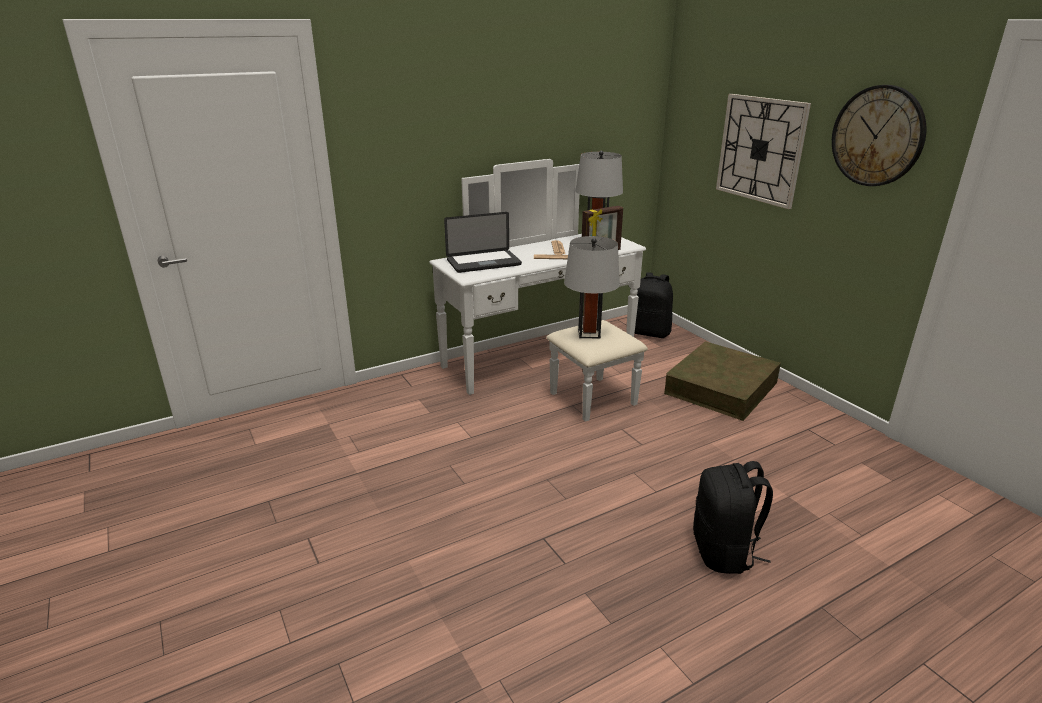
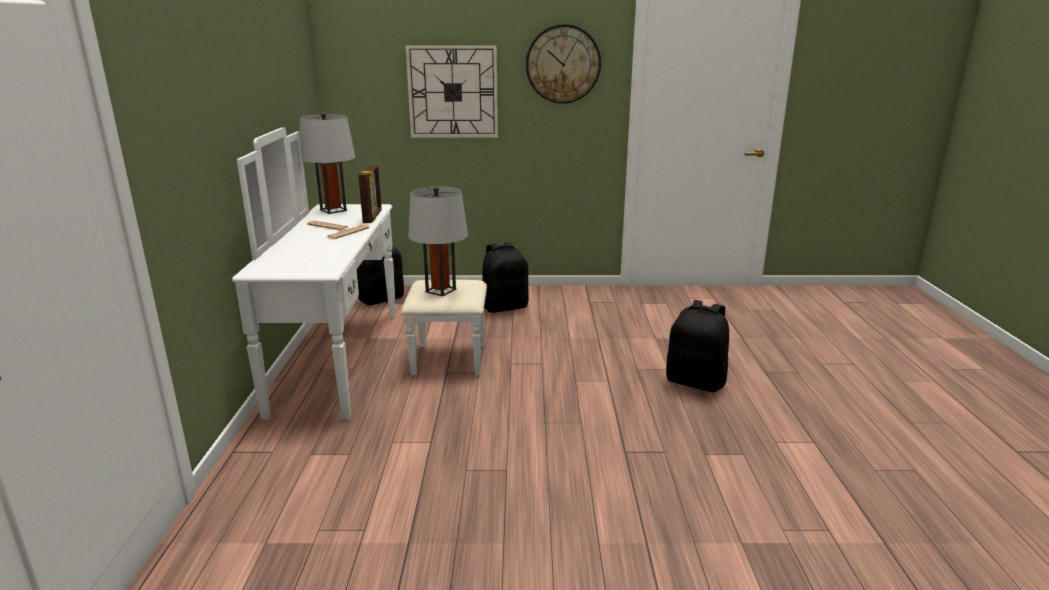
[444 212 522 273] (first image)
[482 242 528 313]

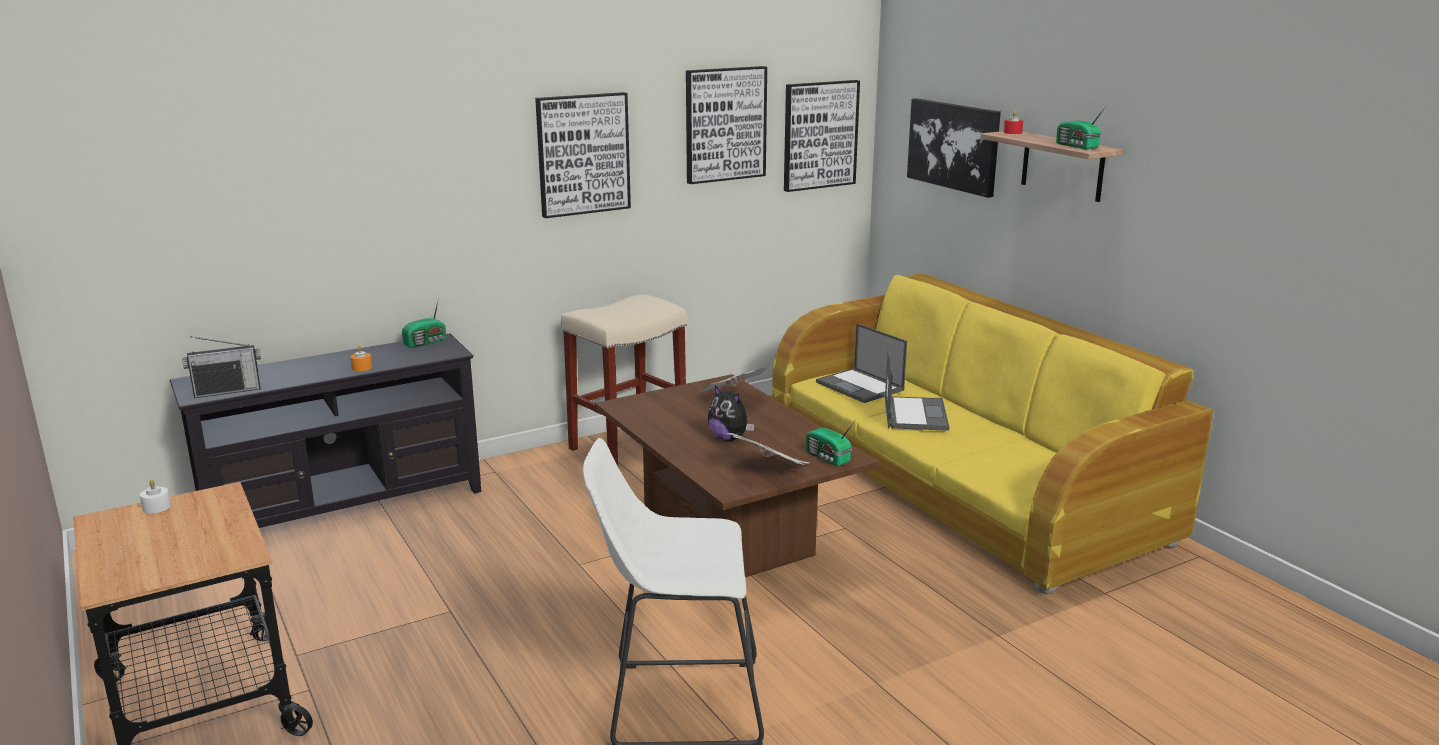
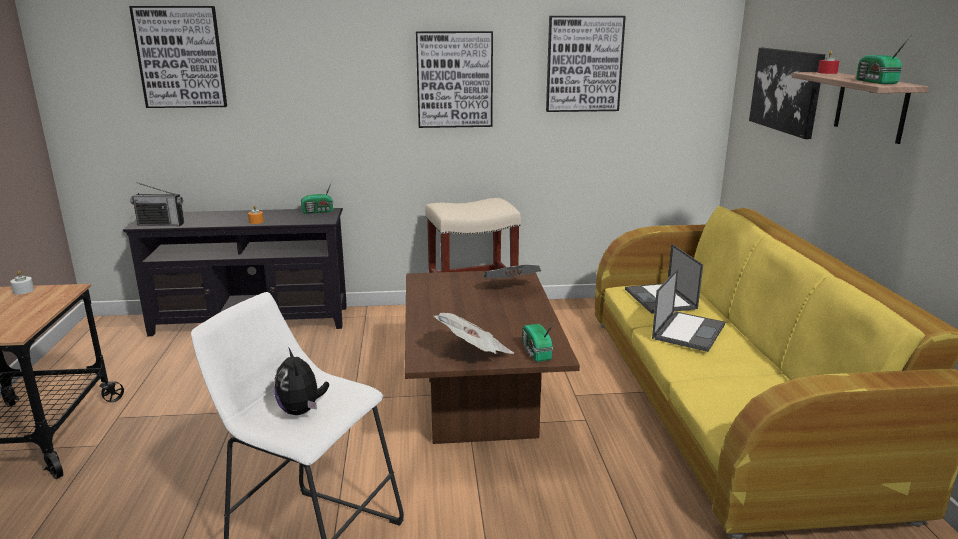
[274 347 329 415]
[129 6 227 108]

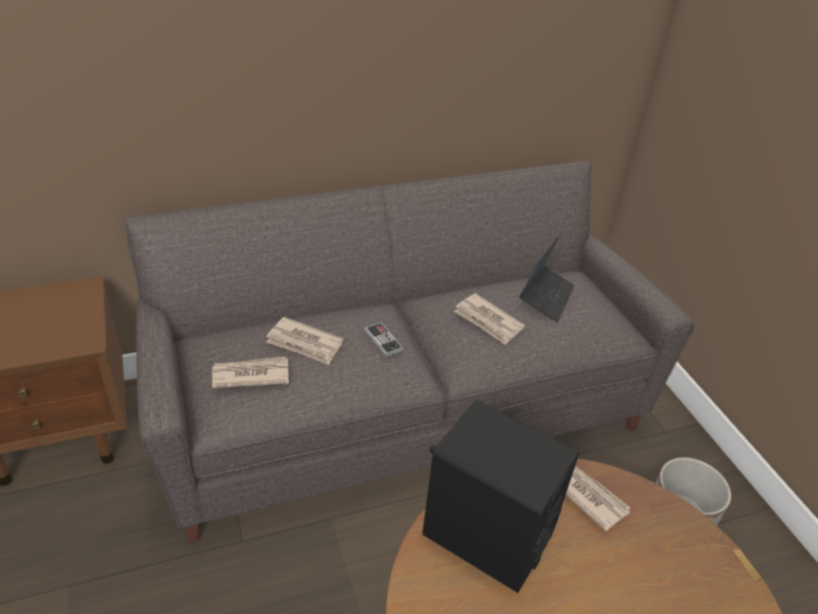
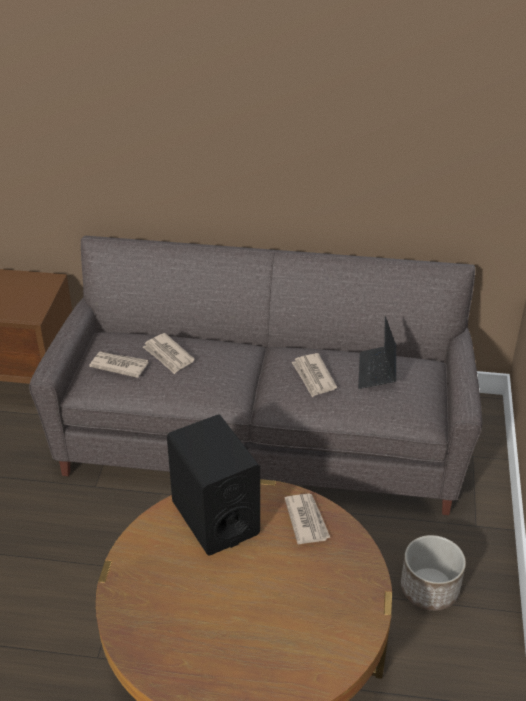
[364 322 403 357] (first image)
[358 316 396 389]

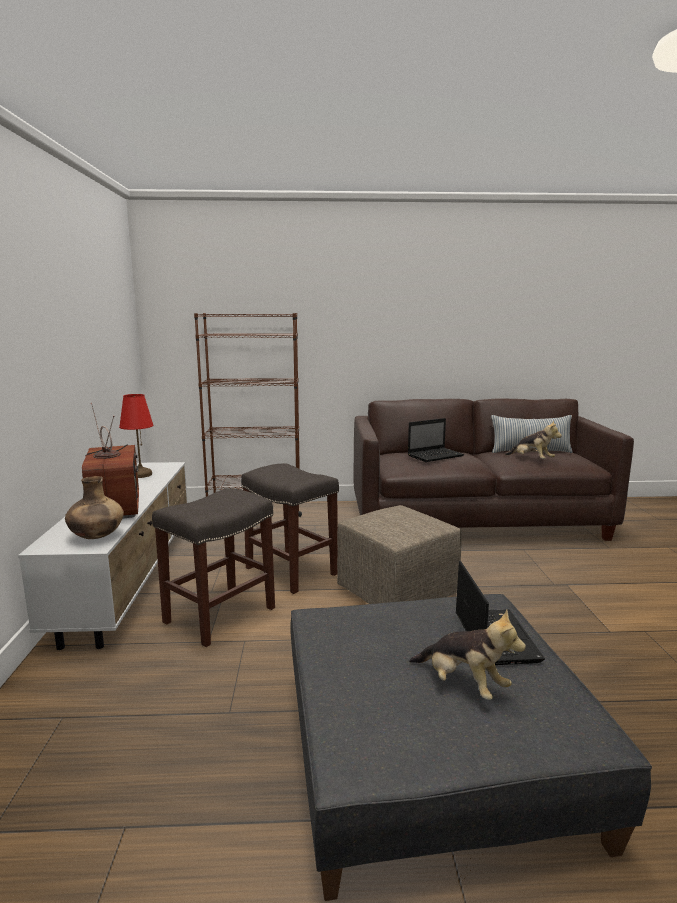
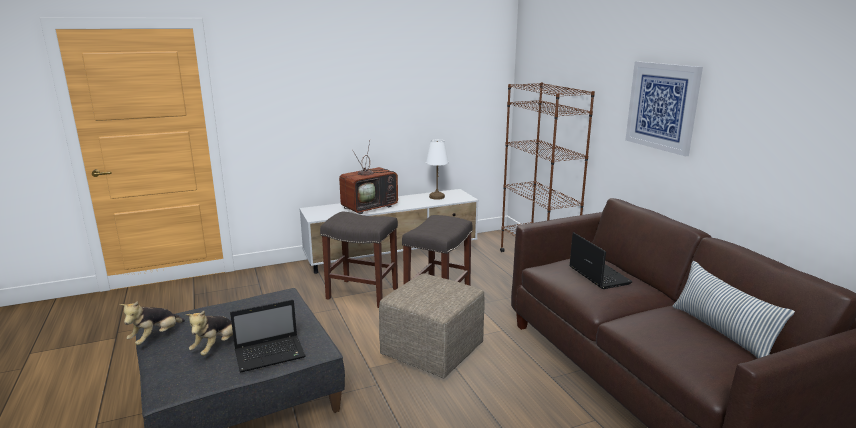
[65 476 124 539] (first image)
[426 139 449 200]
[569 232 633 289]
[120 301 185 345]
[625 61 703 156]

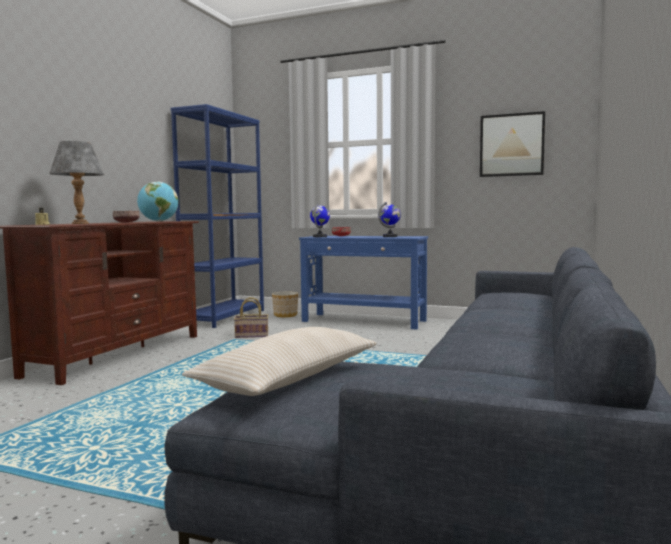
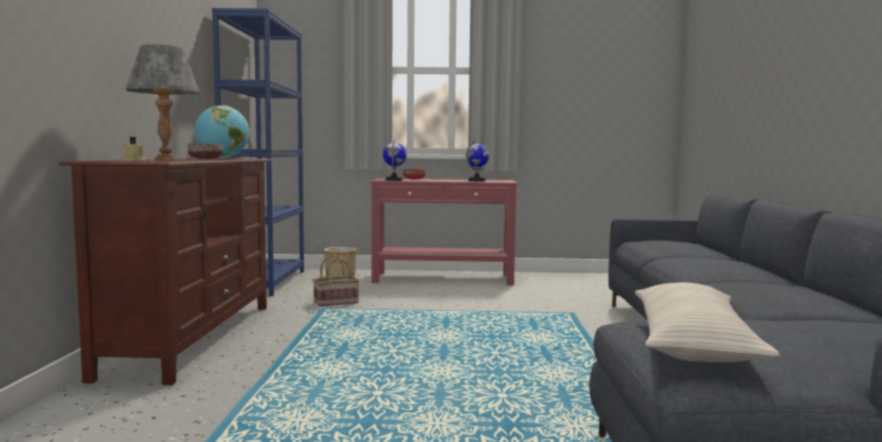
[370 179 518 285]
[480 111 545 177] (first image)

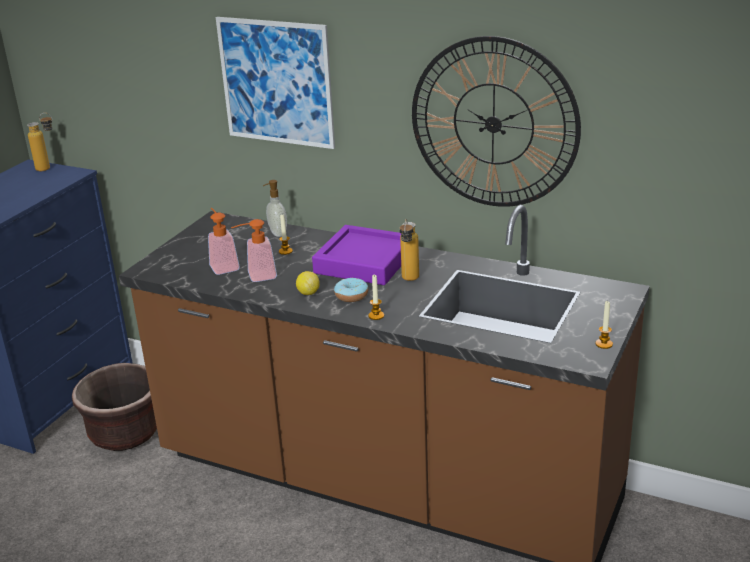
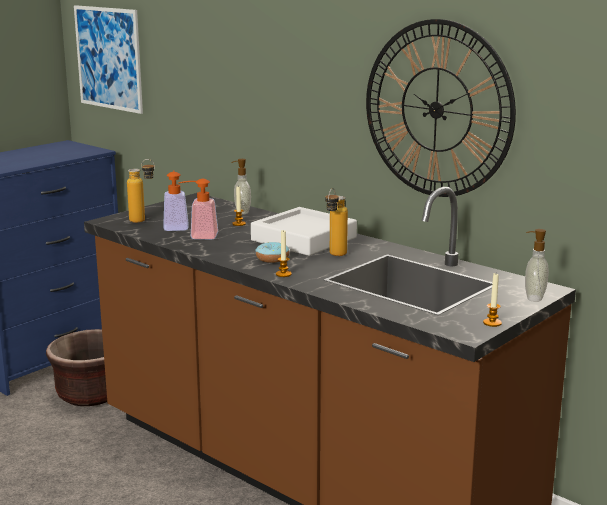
[127 159 155 223]
[74 5 143 114]
[296 271 320 295] (first image)
[251 207 357 256]
[525 229 549 302]

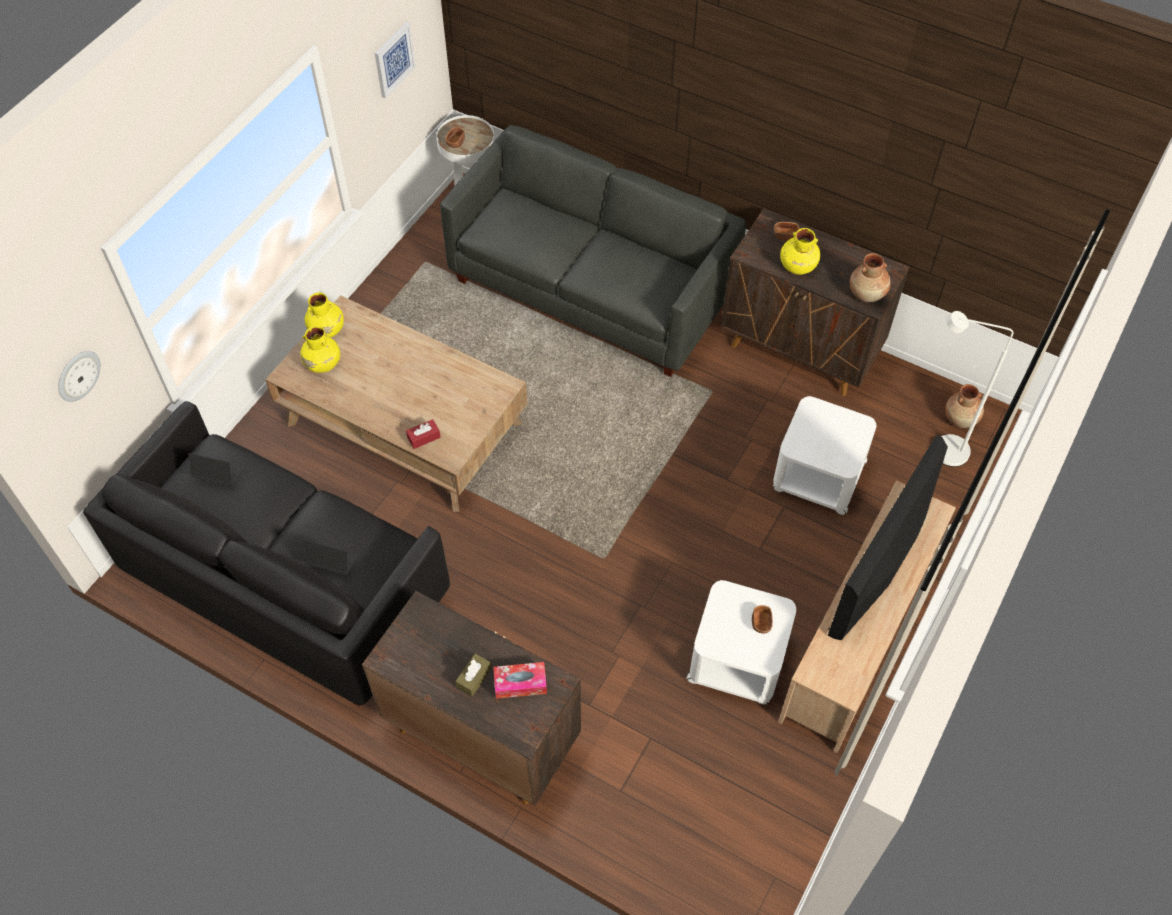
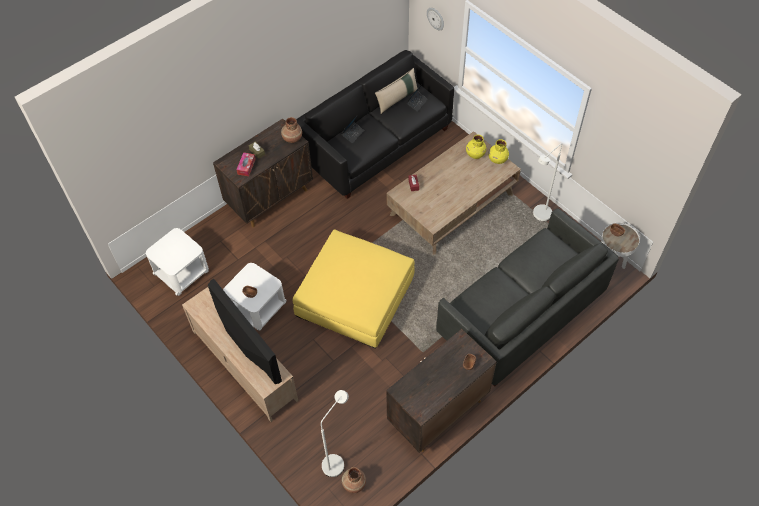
[375 22 416 99] (first image)
[146 228 209 296]
[780 228 820 275] (first image)
[281 117 302 143]
[293 229 415 349]
[375 68 418 114]
[533 143 562 221]

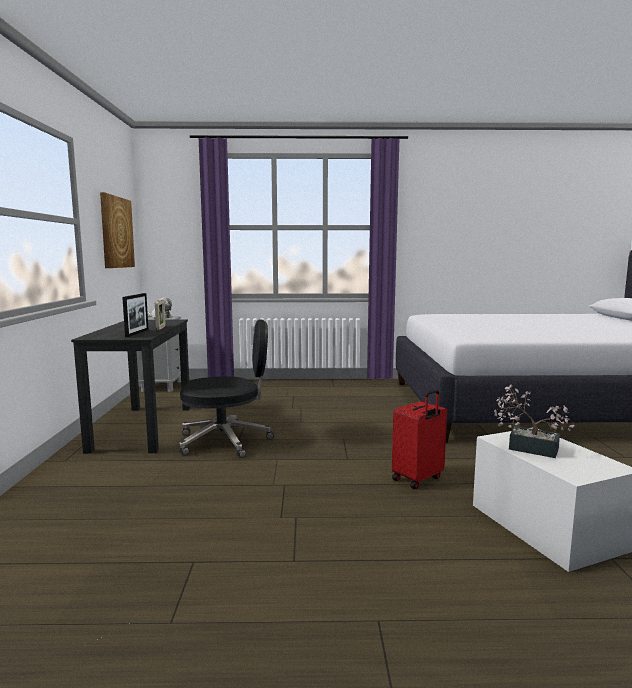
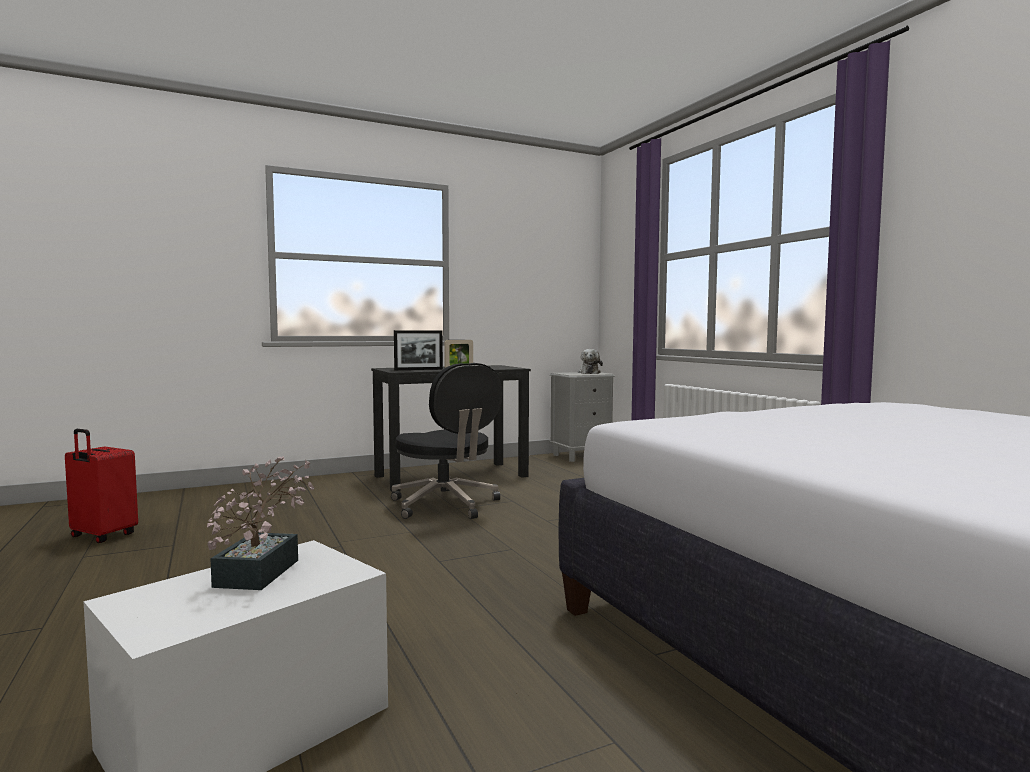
[100 192 135 268] (first image)
[65 429 138 543]

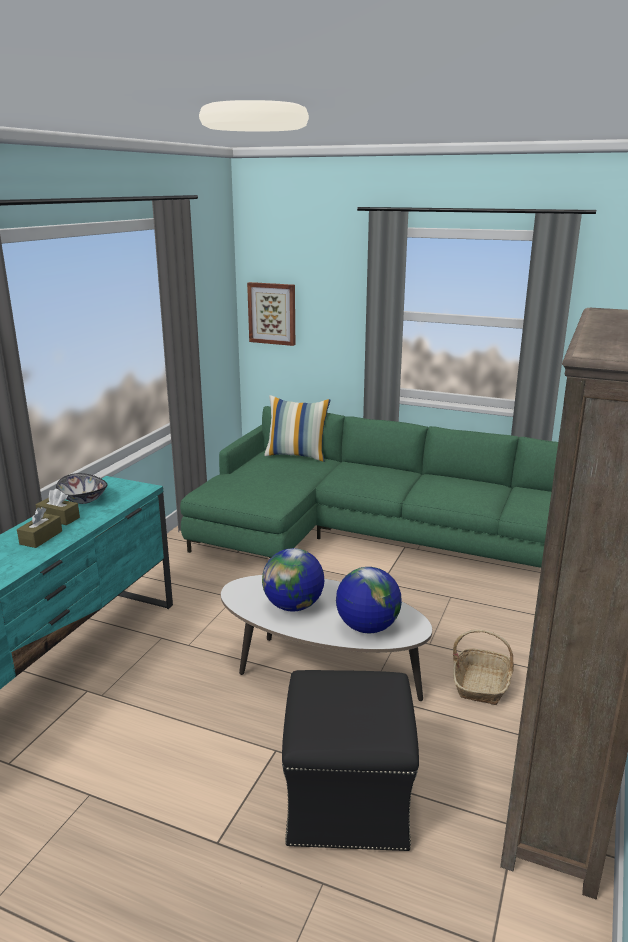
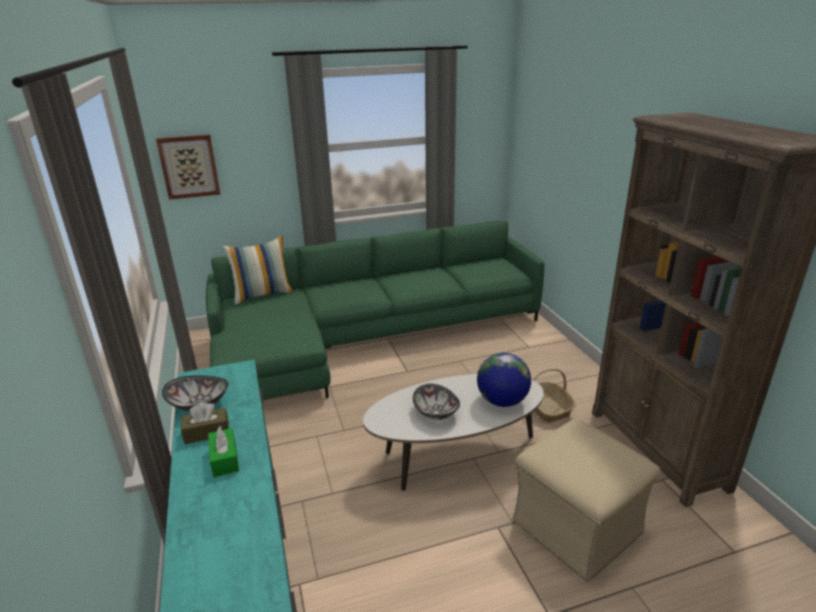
[208 426 239 477]
[413 384 460 420]
[513 418 660 582]

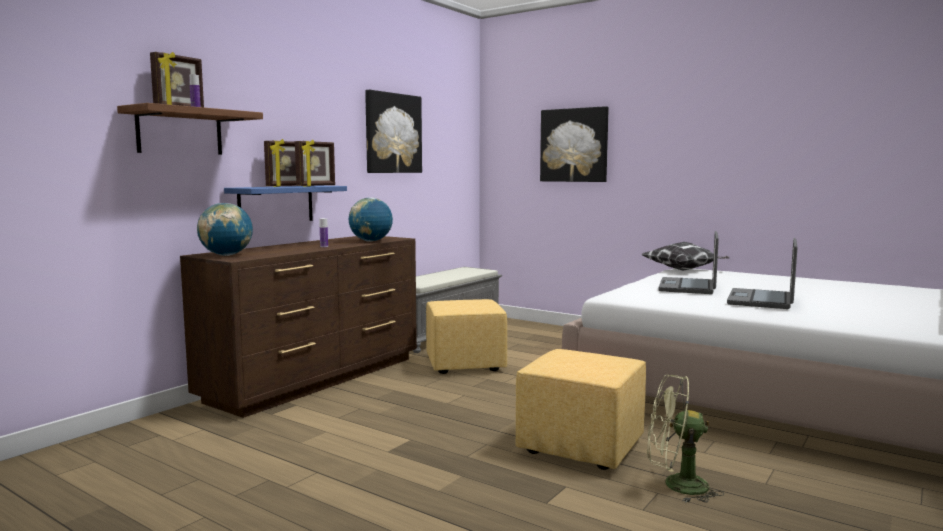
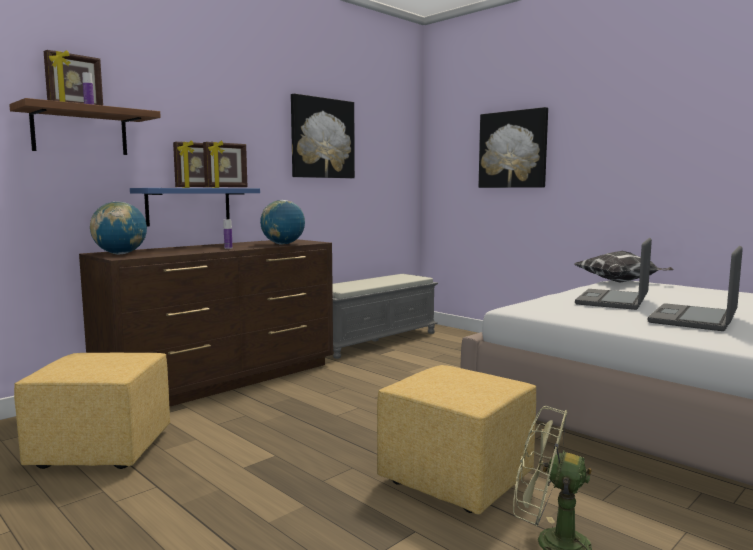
[14 353 170 469]

